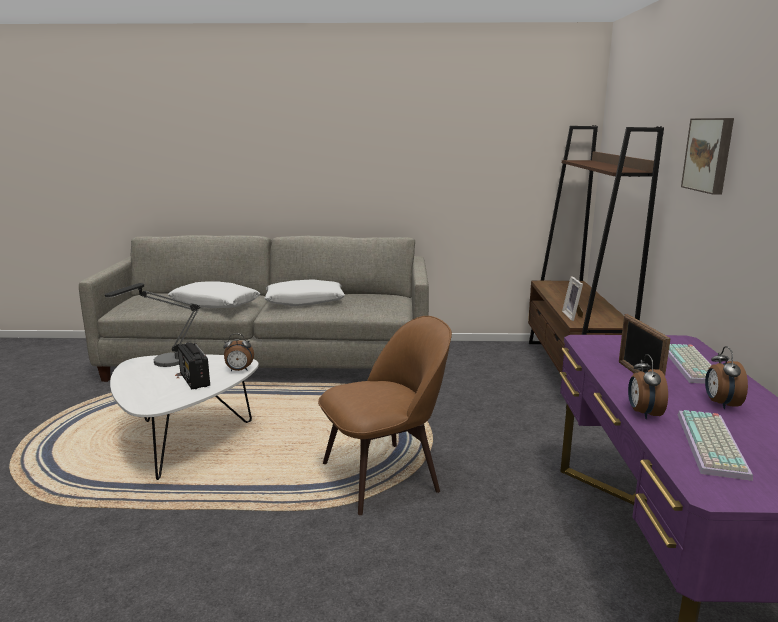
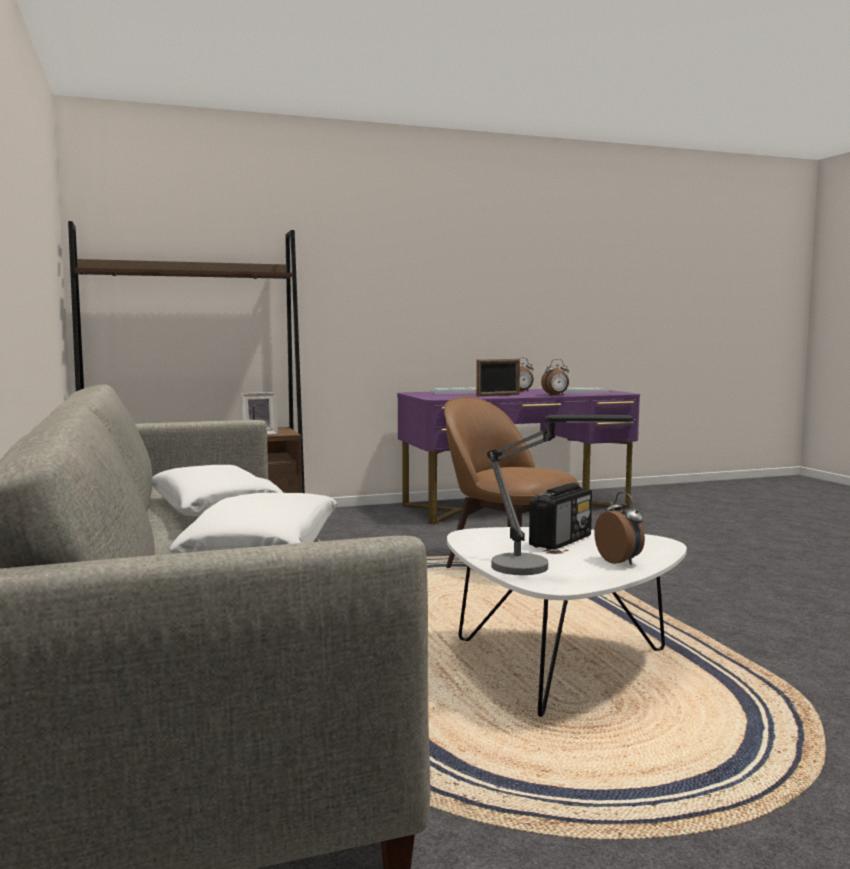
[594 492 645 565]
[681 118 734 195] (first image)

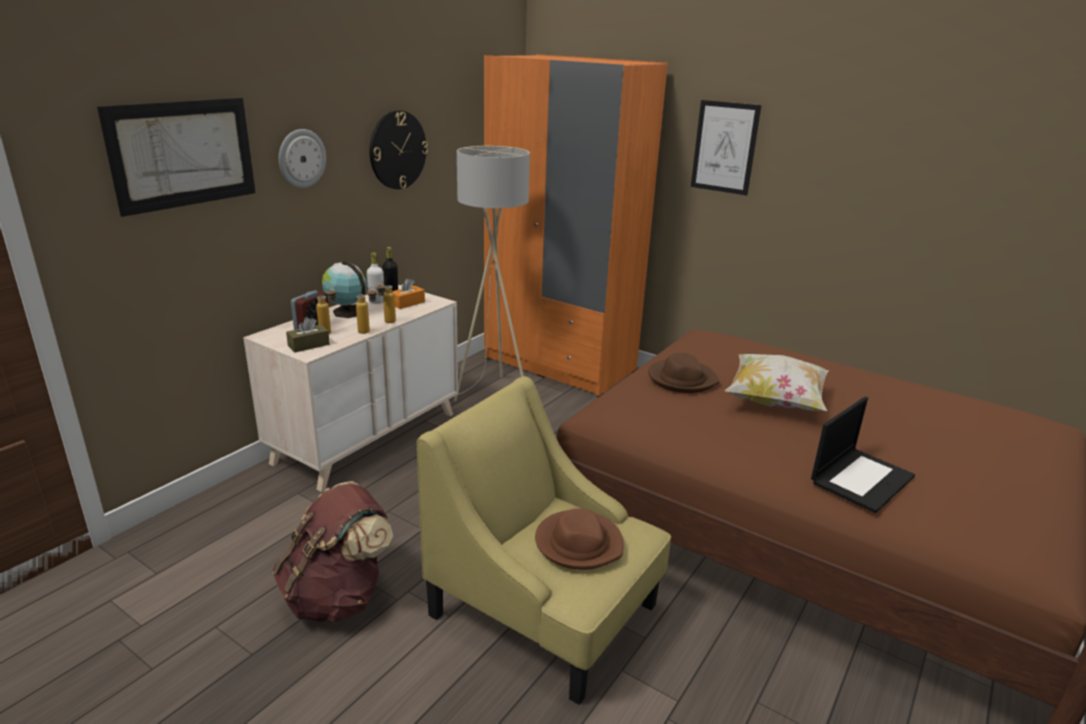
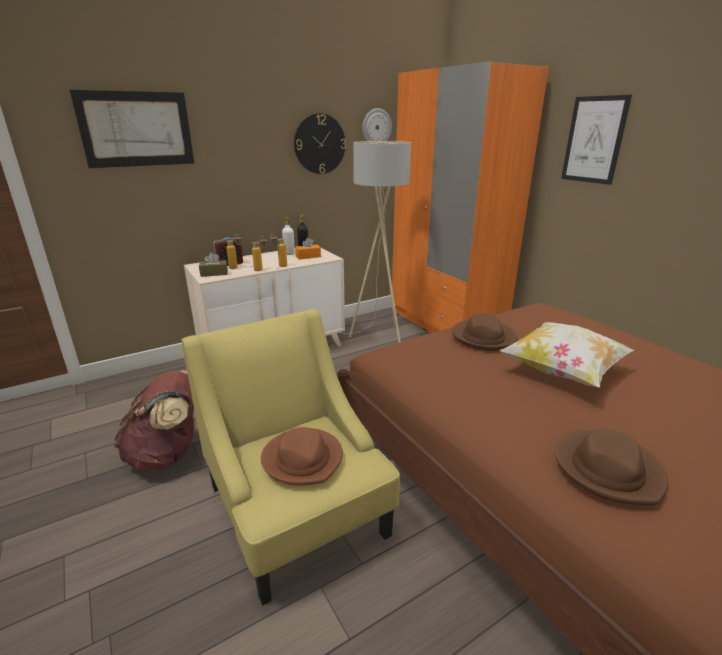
[362 108 392 141]
[322 261 367 318] (first image)
[554 429 668 505]

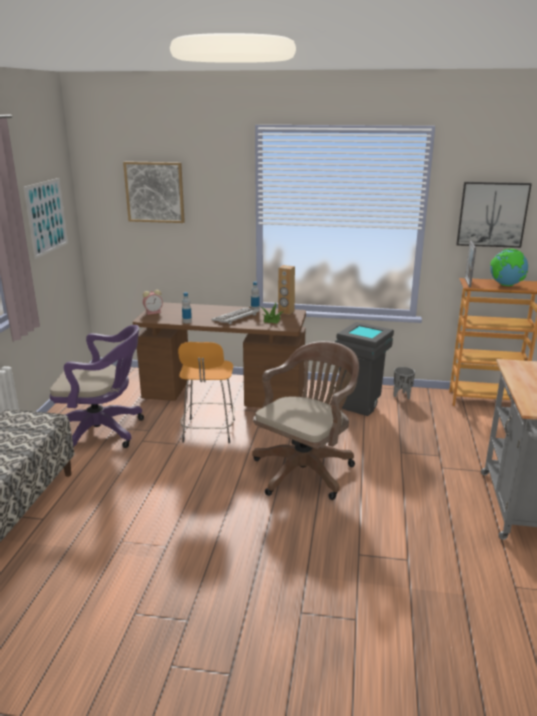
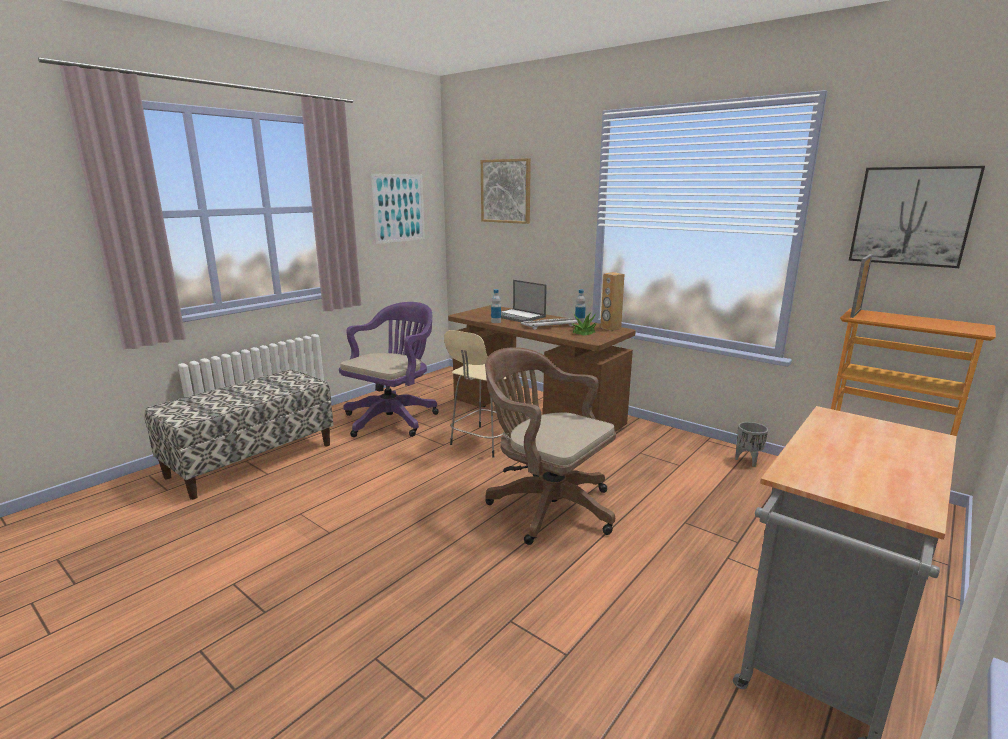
[339 302 439 437]
[143 290 163 315] (first image)
[444 330 519 458]
[485 347 616 545]
[335 322 394 416] (first image)
[490 249 528 286] (first image)
[501 280 547 322]

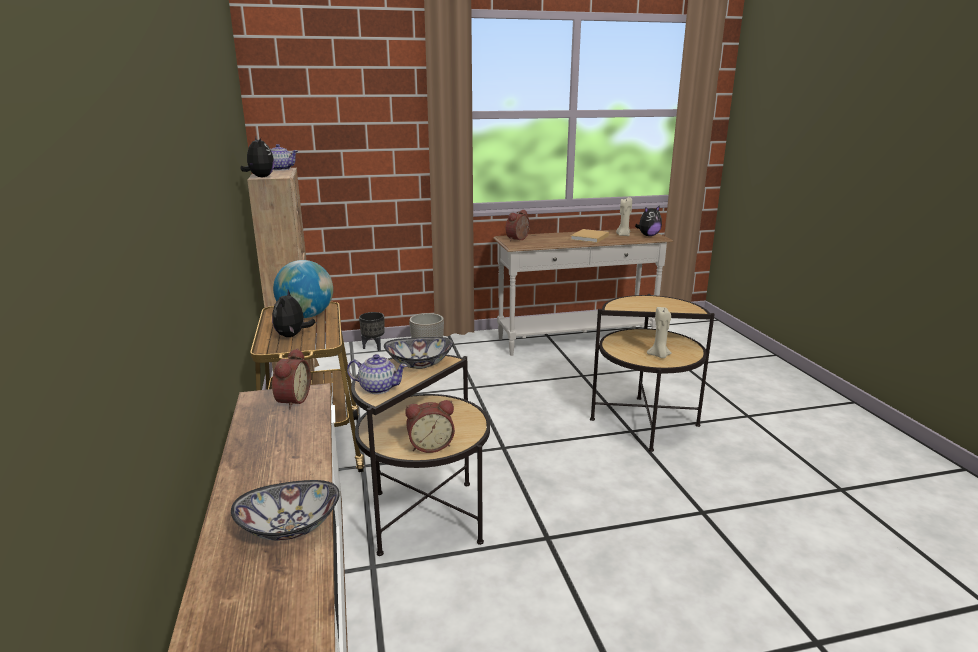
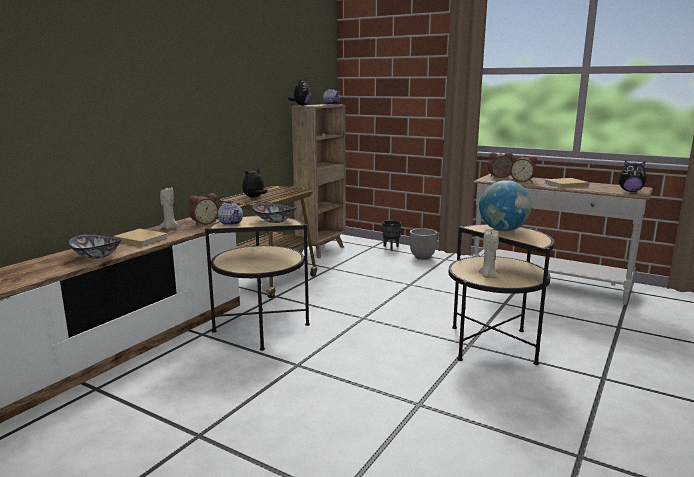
[479 180 532 231]
[510 155 537 183]
[160 187 180 230]
[113 229 168 246]

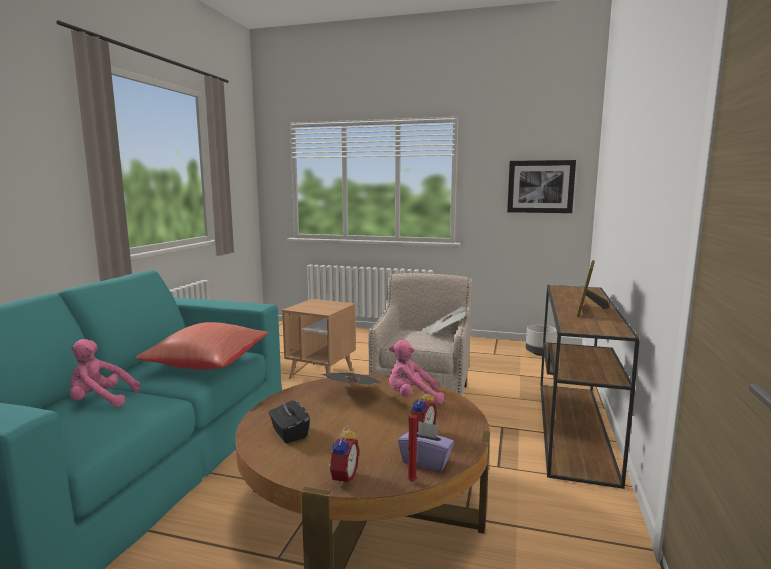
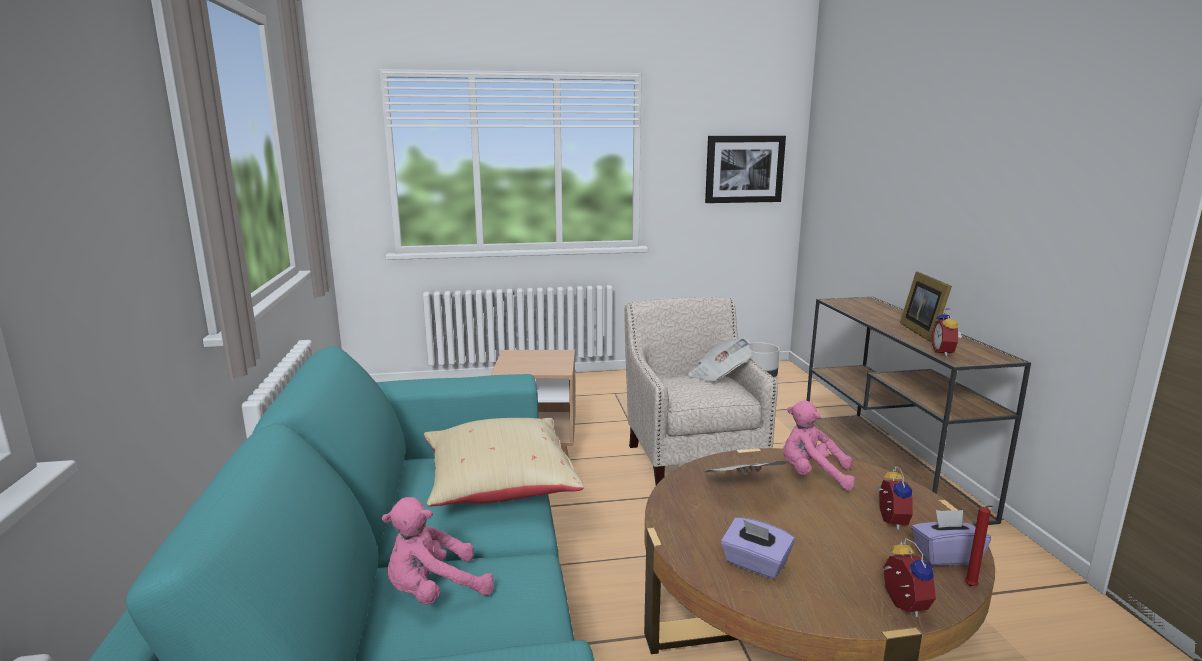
[424 418 584 507]
[721 518 795 579]
[783 401 855 490]
[932 308 962 357]

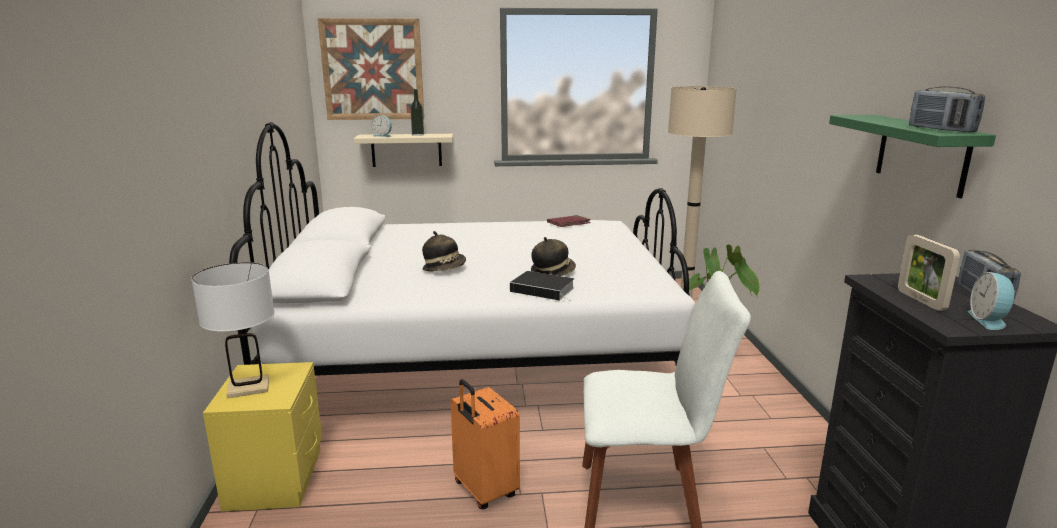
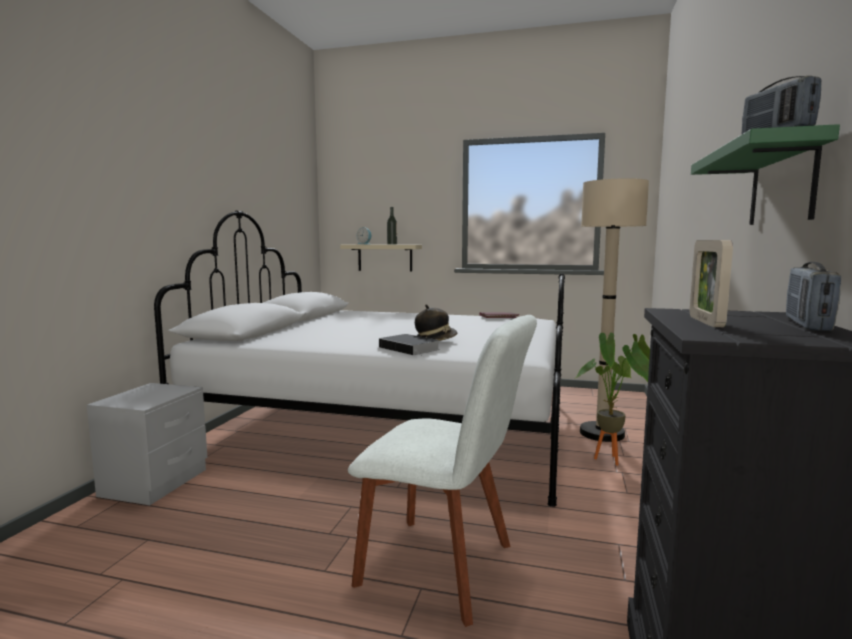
[191 262 275 398] (first image)
[87 383 207 505]
[318 18 424 120] (first image)
[422 231 466 271] (first image)
[450 379 520 509] (first image)
[968 272 1018 330] (first image)

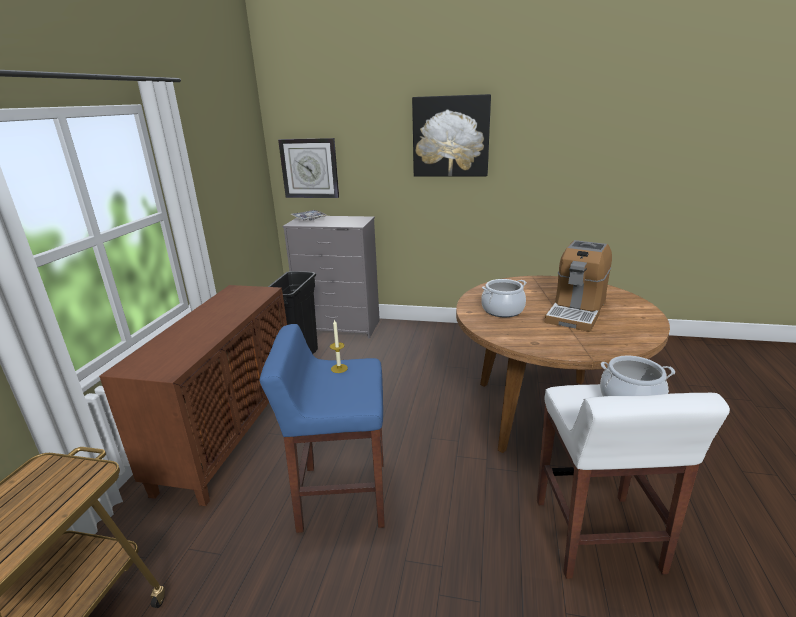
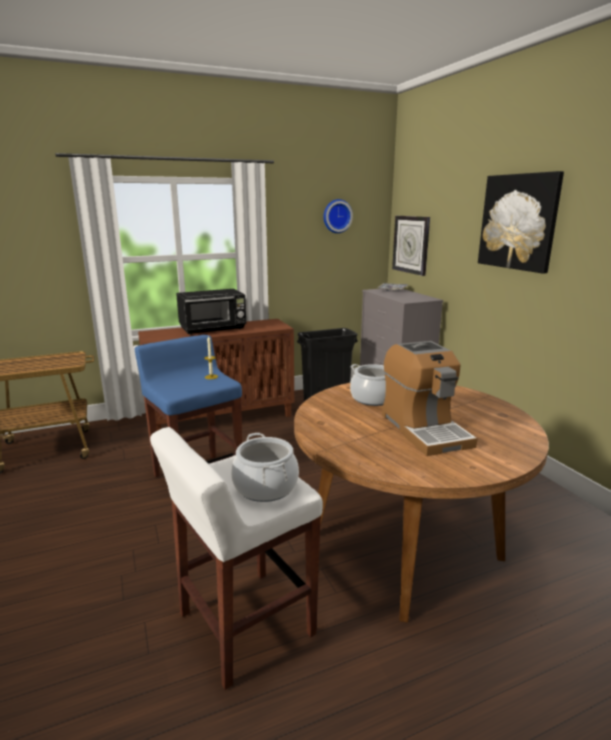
[382 341 477 456]
[176 289 246 335]
[323 199 353 233]

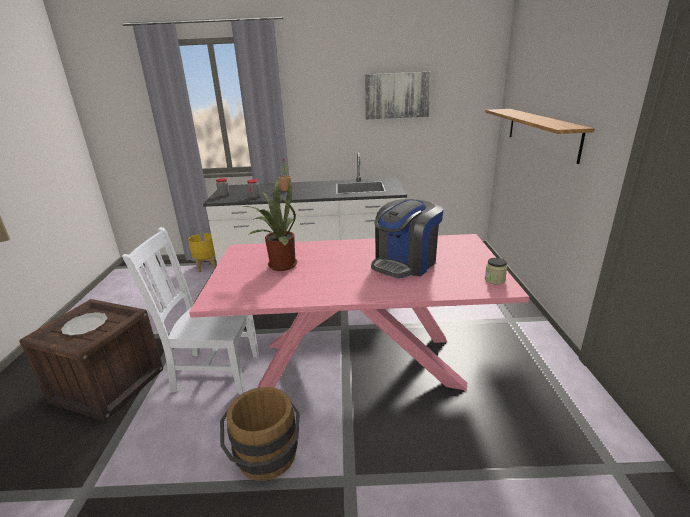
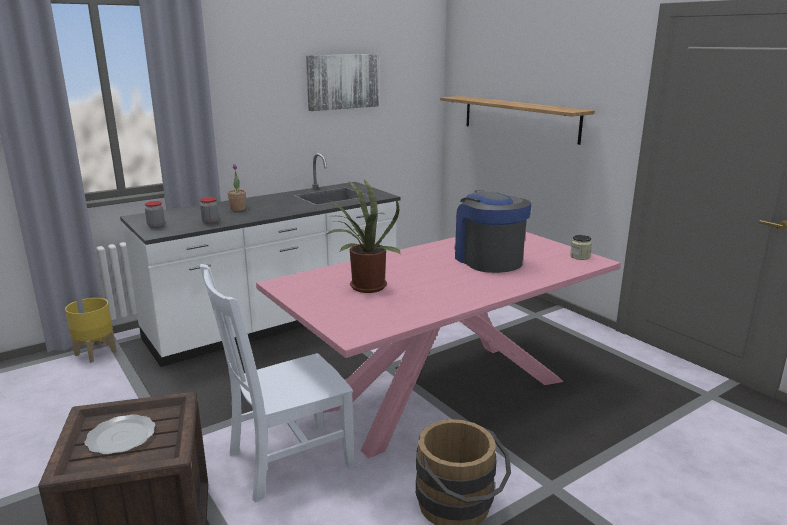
[455 190 532 273]

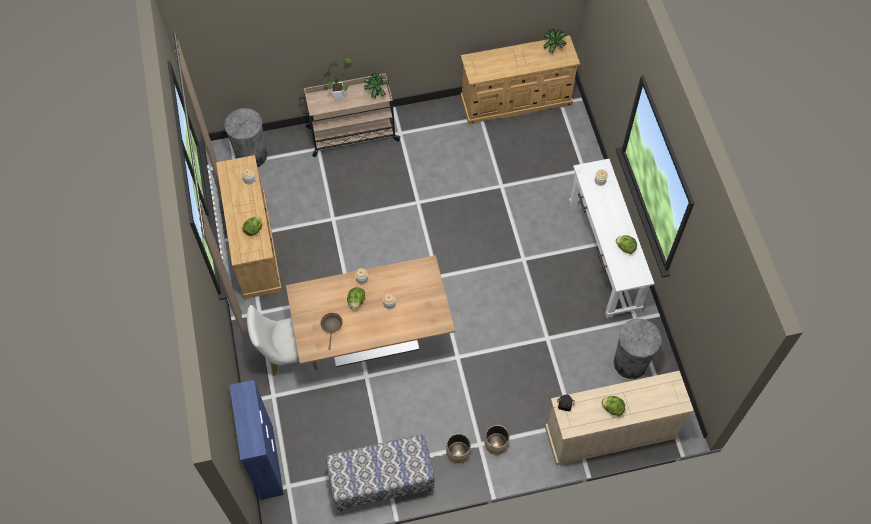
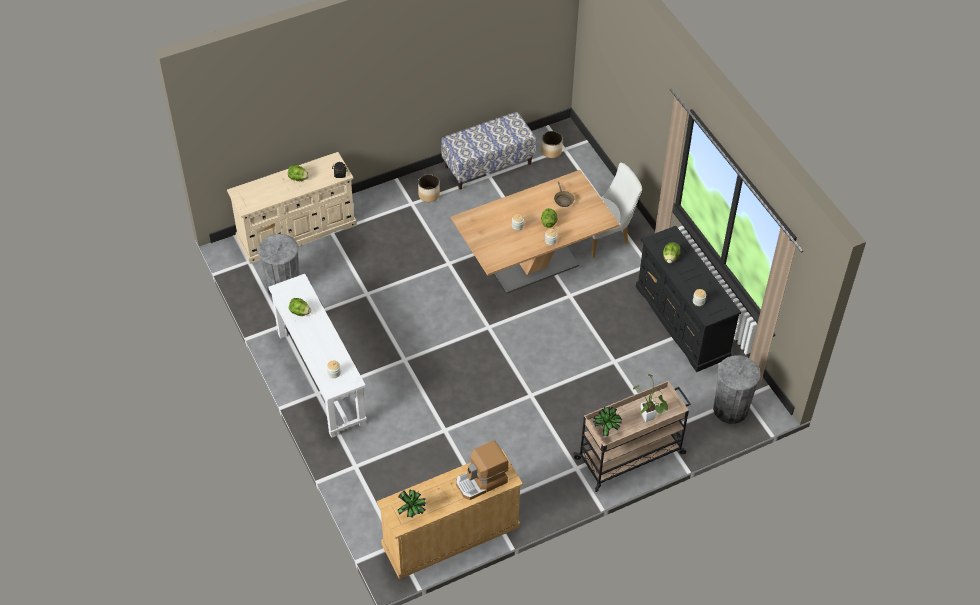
[636 226 741 372]
[229 380 284 500] (first image)
[541 131 563 158]
[456 440 509 500]

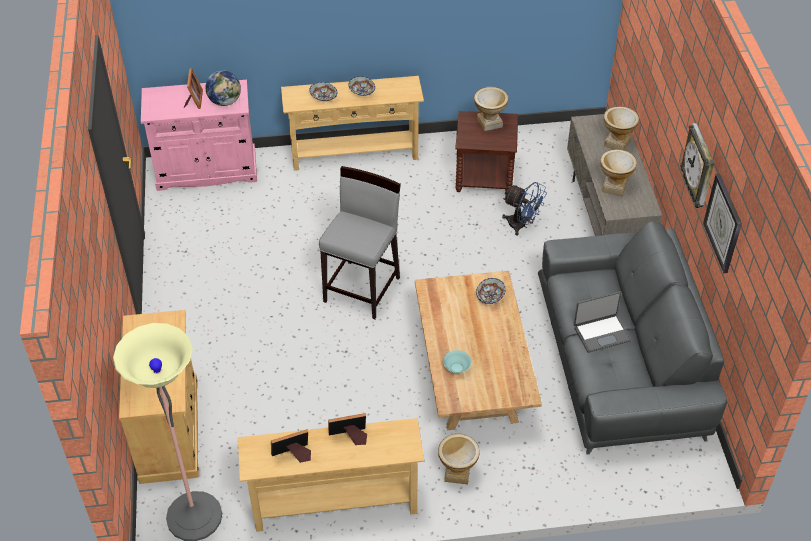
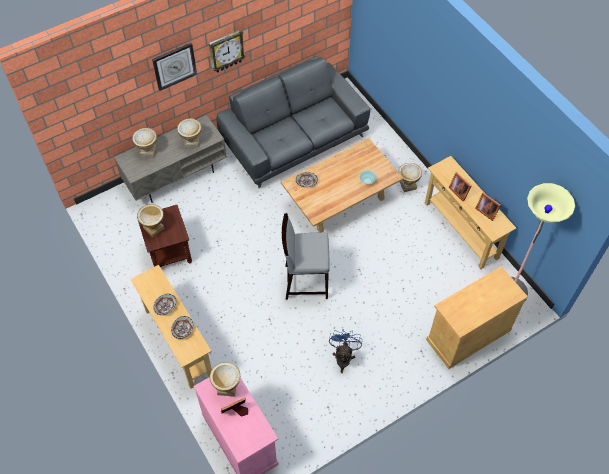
[210 362 240 397]
[329 329 362 373]
[574 291 631 353] (first image)
[152 43 197 91]

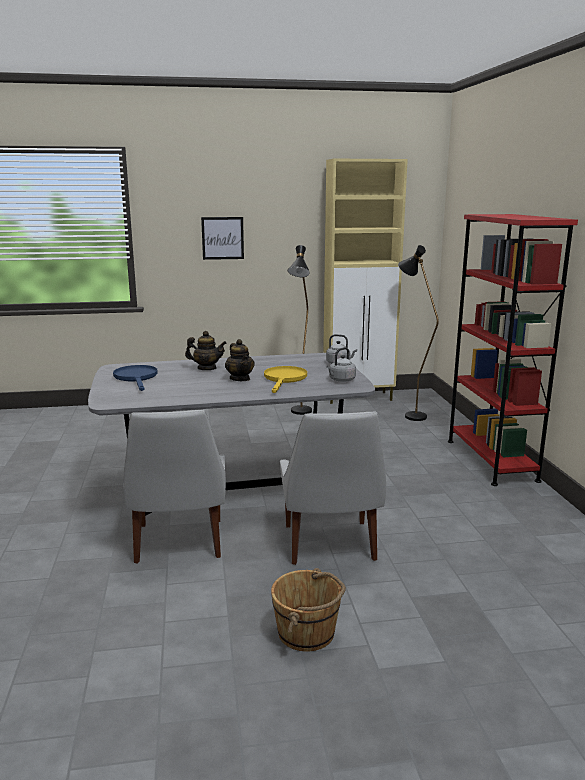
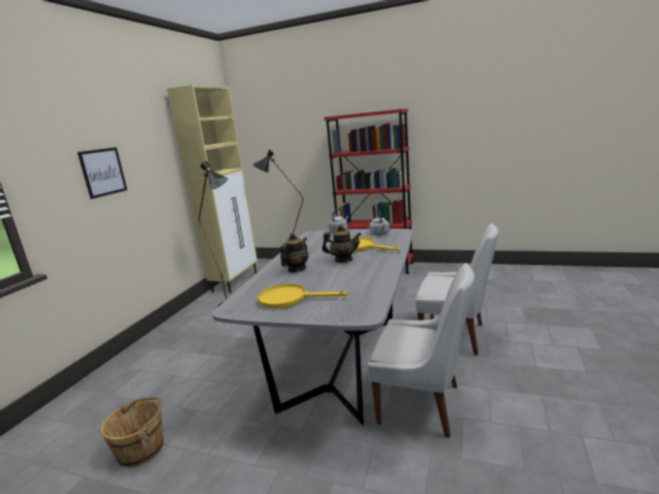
[257 284 348 309]
[101 397 164 467]

